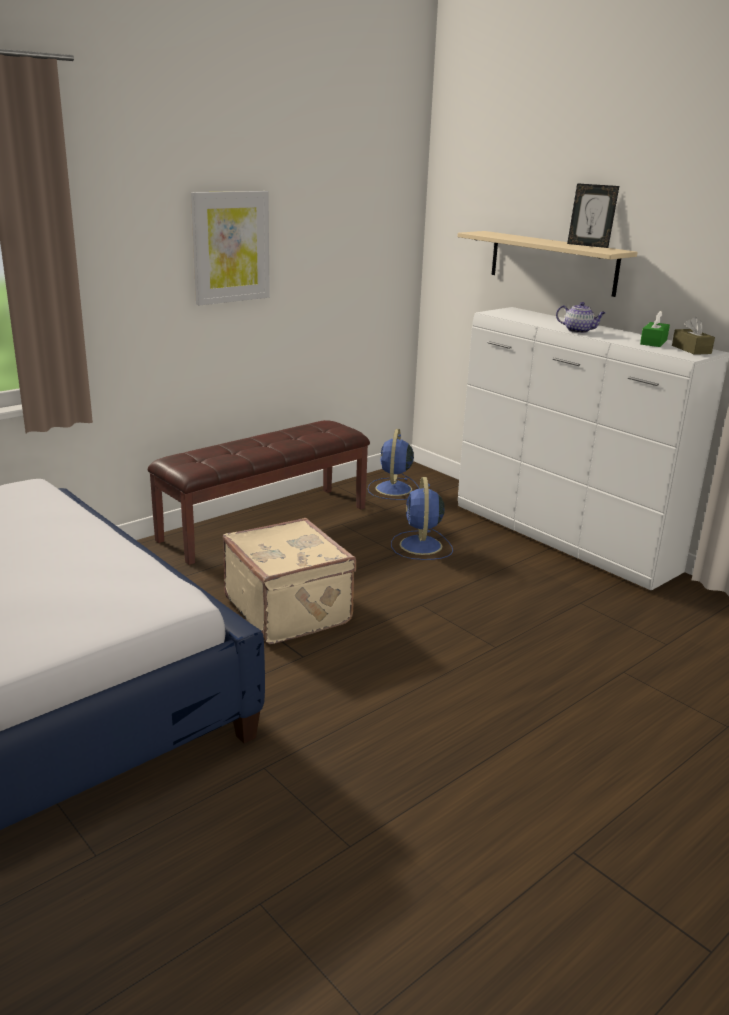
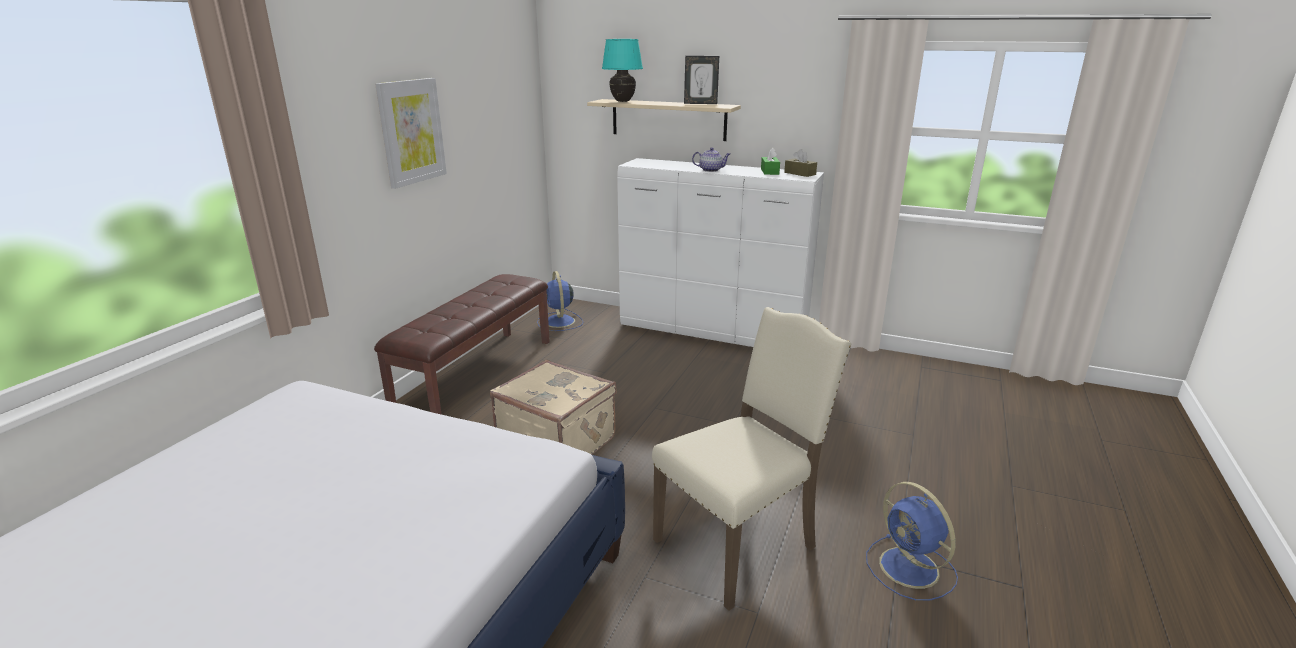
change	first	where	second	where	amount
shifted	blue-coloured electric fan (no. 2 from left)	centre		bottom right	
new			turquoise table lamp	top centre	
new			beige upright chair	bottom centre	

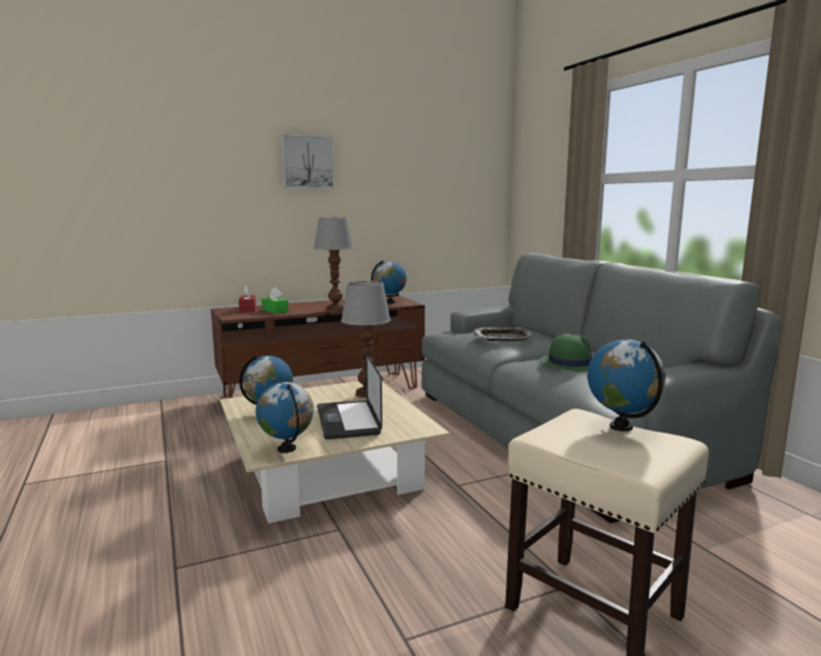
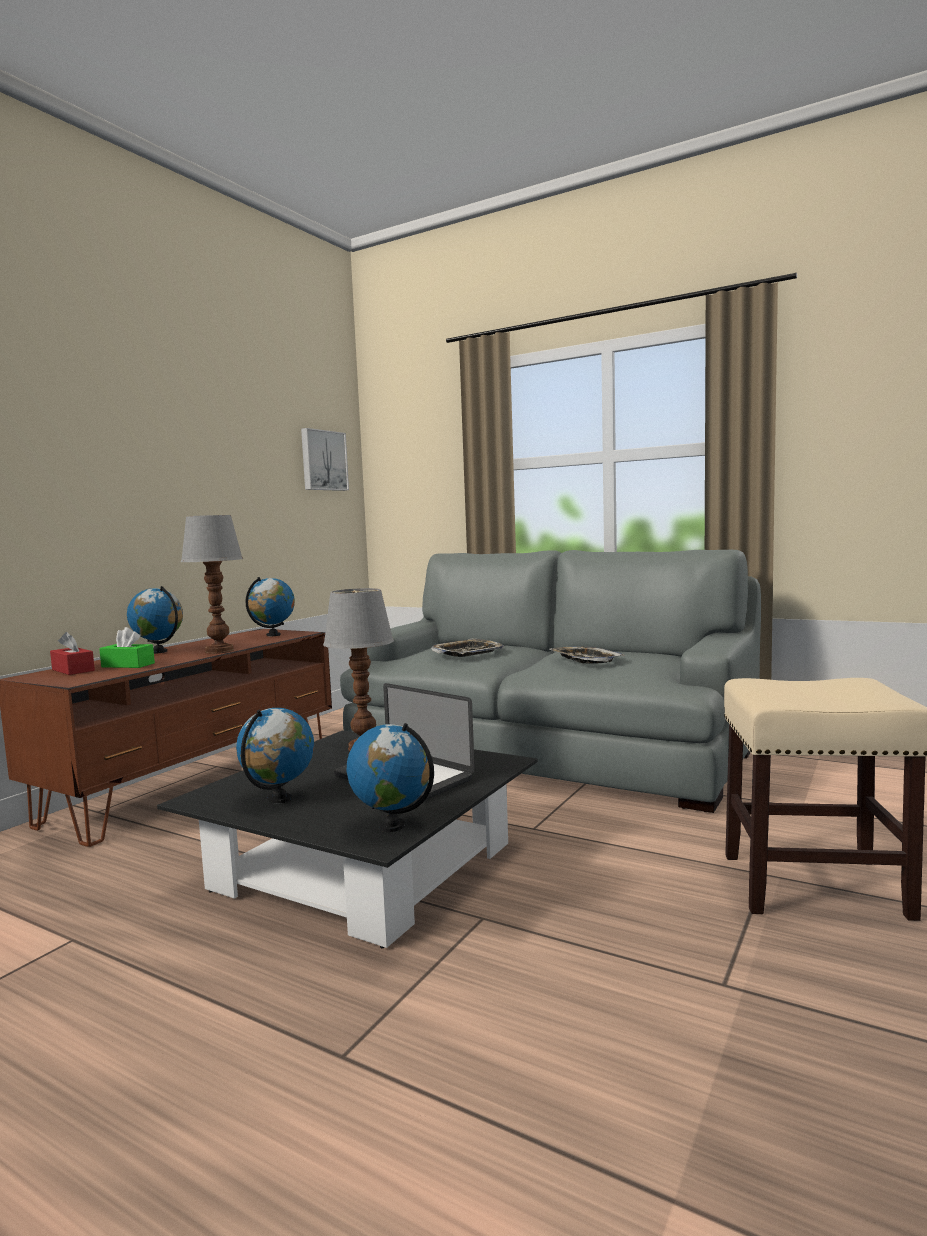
change	first	where	second	where	amount
repainted	beige lounge table	bottom centre	black-coloured lounge table	bottom centre	
shifted	wall picture	top centre		centre	
swapped	green clothing hat	middle right	tray (no. 2 from left)	centre	
shifted	desk globe (no. 4 from left in the first image)	middle right	desk globe (no. 1 from left)	middle left	

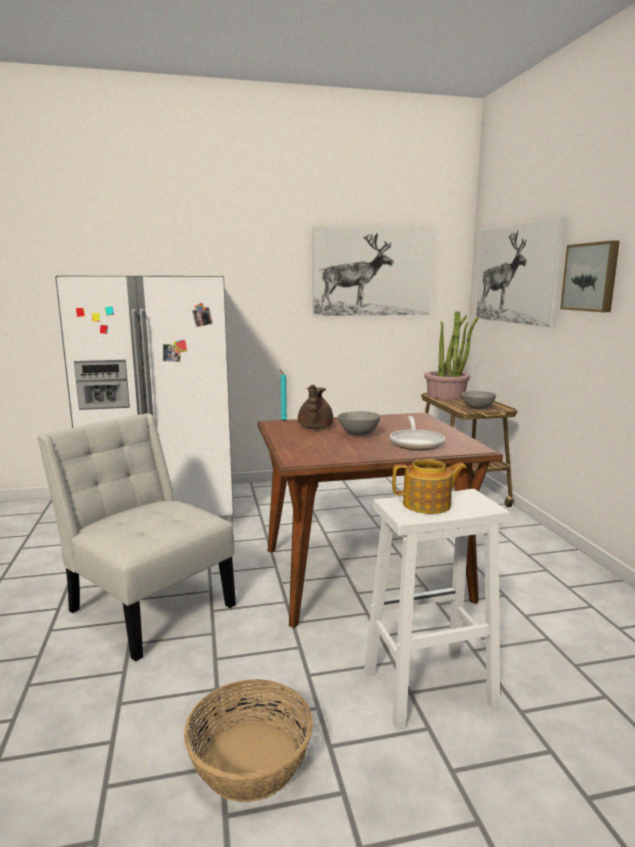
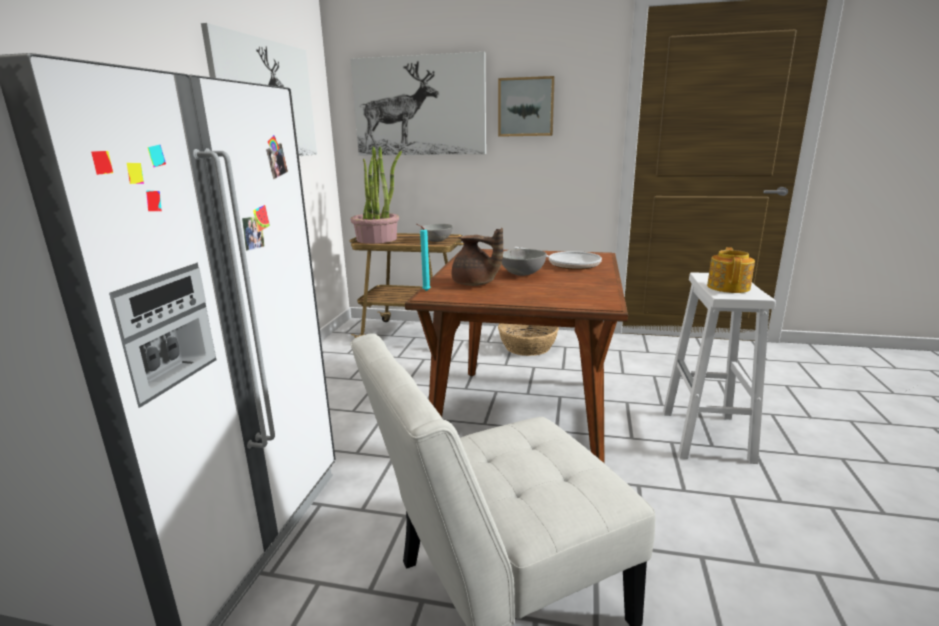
change	first	where	second	where	amount
shifted	household basket	bottom centre		centre	

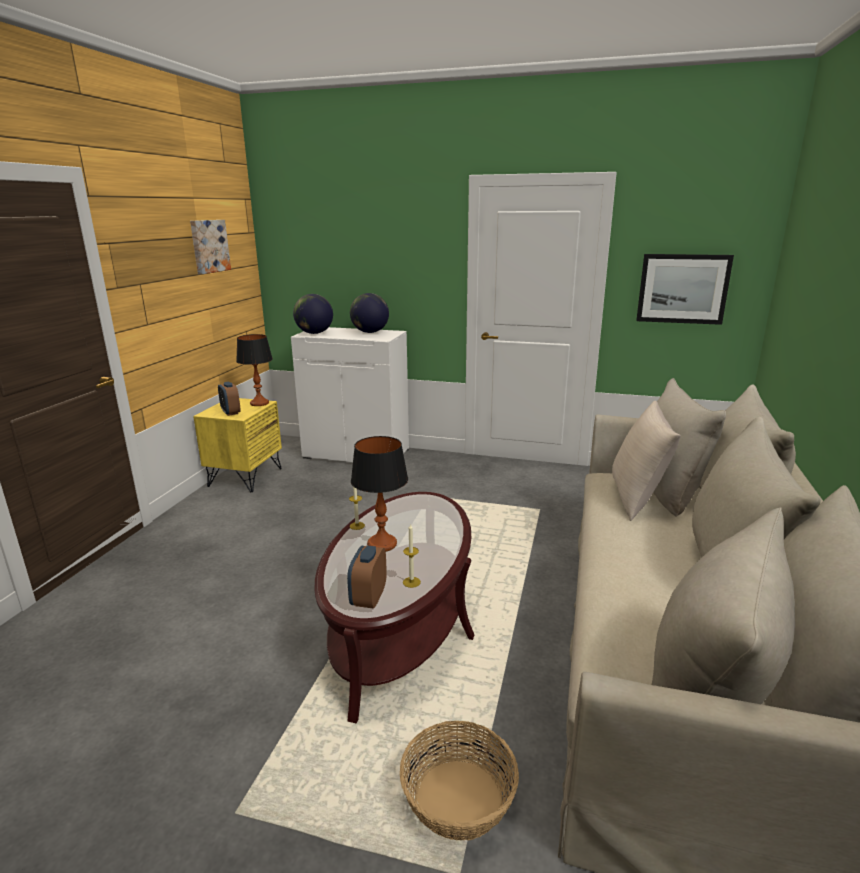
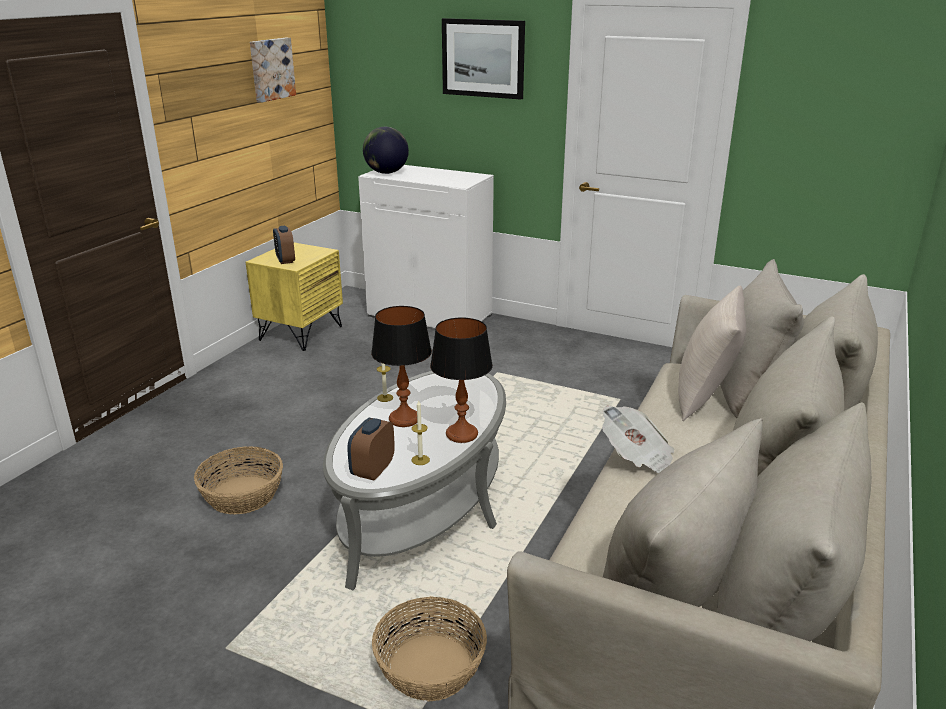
change	first	where	second	where	amount
shifted	table lamp (no. 1 from left in the first image)	middle left	table lamp (no. 2 from left)	centre	
repainted	brownish lounge table	bottom centre	grey lounge table	bottom centre	
gone	desk globe (no. 2 from left)	centre			
shifted	wall picture (no. 2 from left)	top right		top centre	
new			household basket (no. 1 from left)	bottom left	
new			printed paper	middle right	

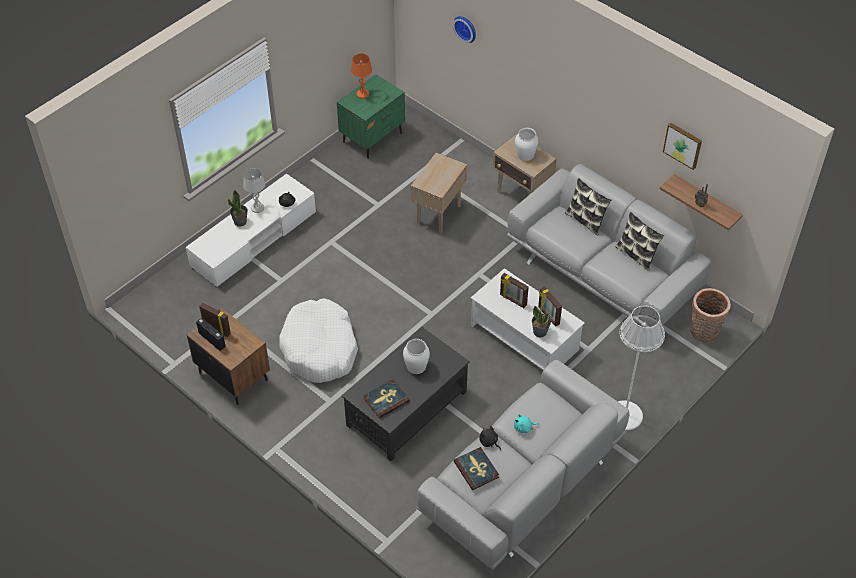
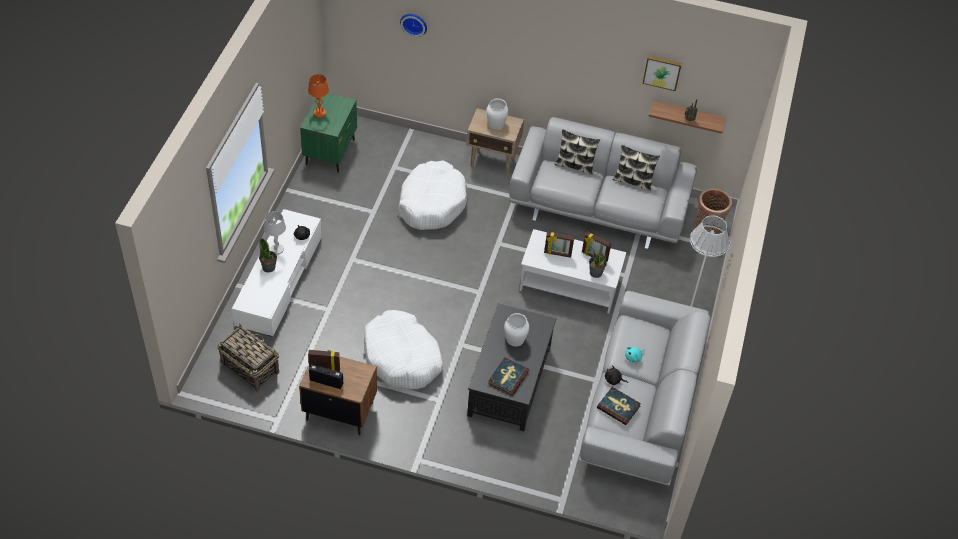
change	first	where	second	where	amount
swapped	beige end table (no. 1 from left)	top centre	whitish dog bed (no. 2 from left)	centre	
new			household basket (no. 1 from left)	middle left	

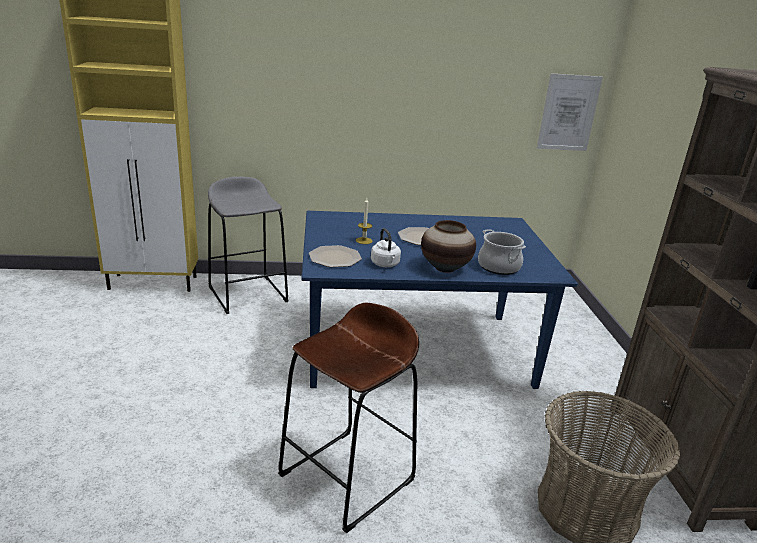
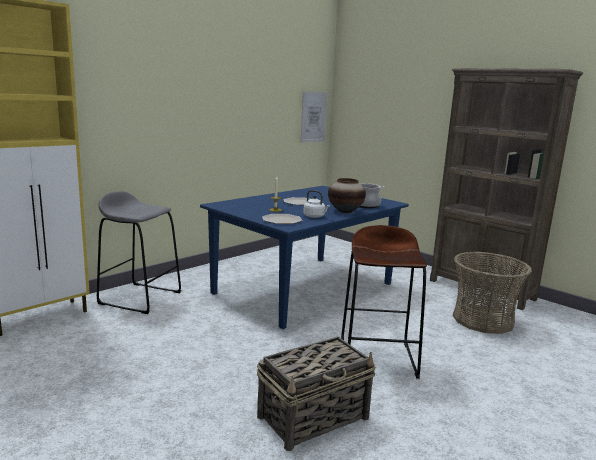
change	first	where	second	where	amount
new			household basket (no. 1 from left)	bottom centre	

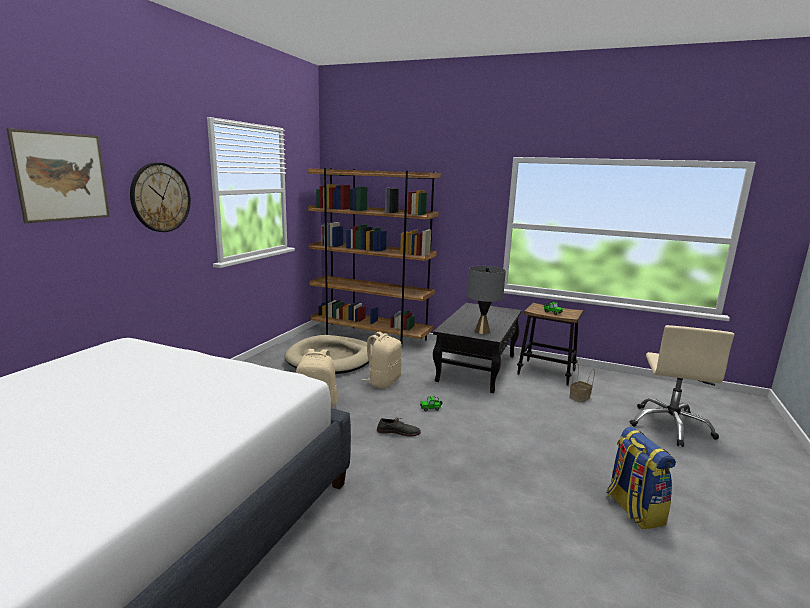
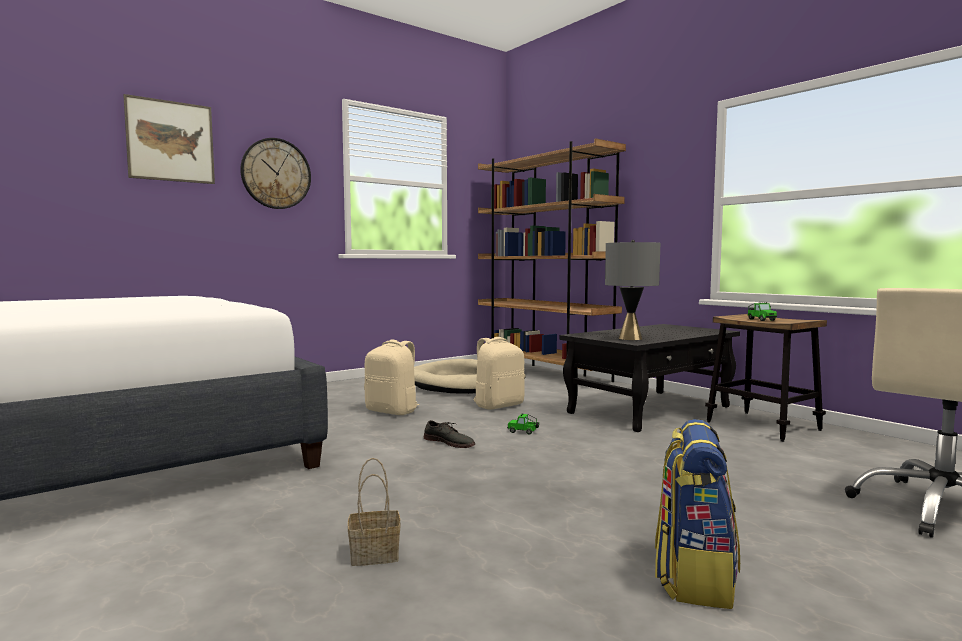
change	first	where	second	where	amount
shifted	household basket	middle right		bottom centre	

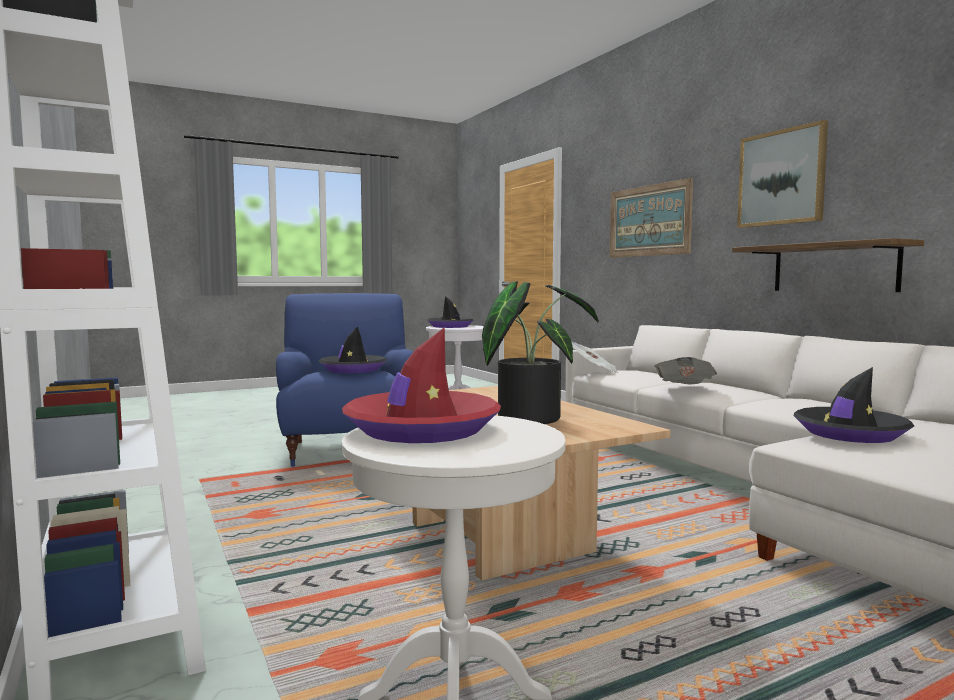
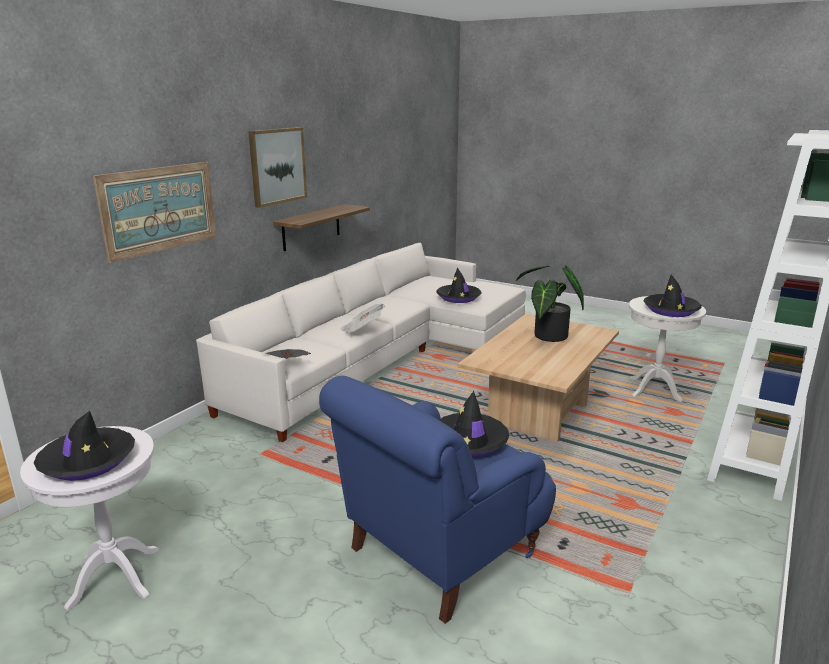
change	first	where	second	where	amount
repainted	reddish clothing hat	centre	black-coloured clothing hat (no. 4 from left)	middle right	

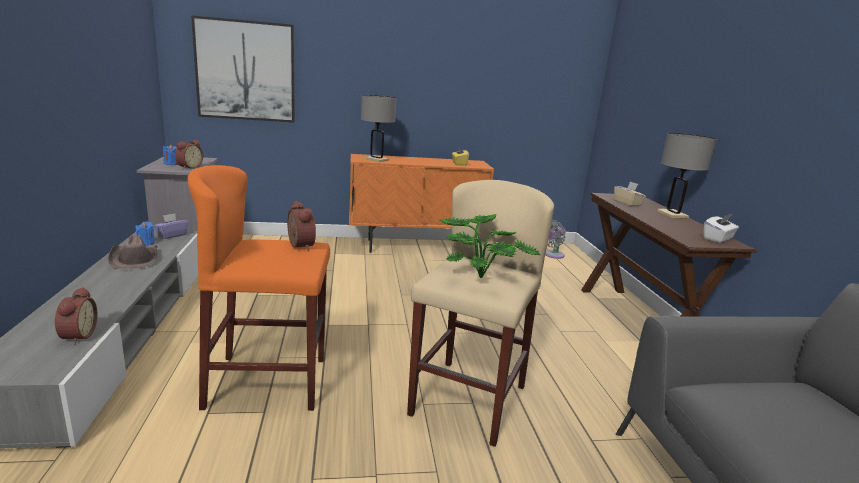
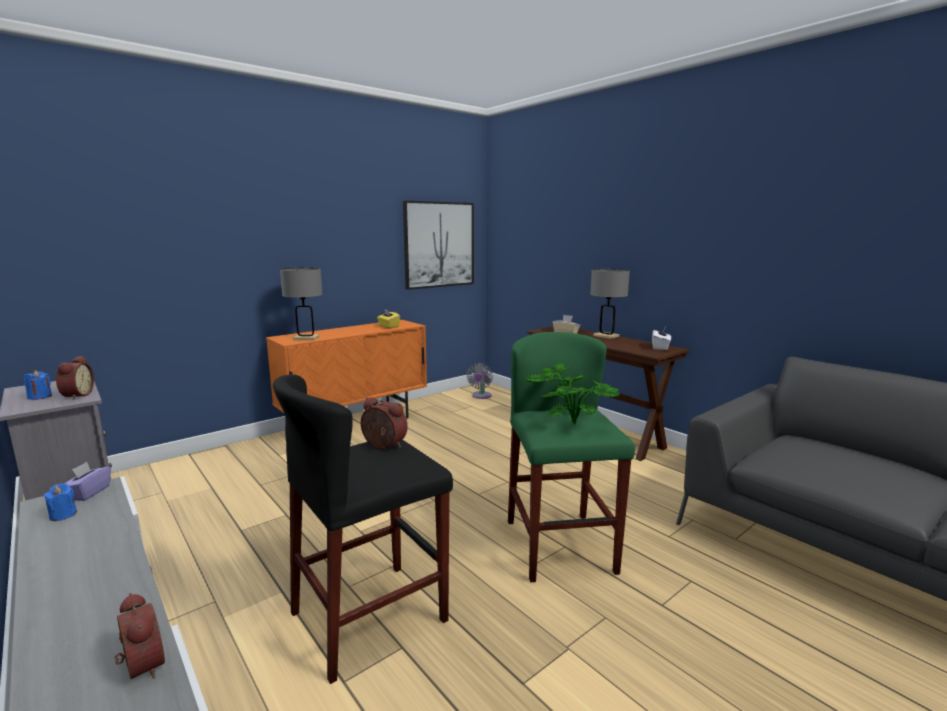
change	first	where	second	where	amount
gone	brownish clothing hat	middle left			
repainted	orange-coloured stool	middle left	black-coloured stool	bottom centre	
shifted	wall picture	top left		centre	
repainted	beige stool	centre	green stool	centre	

